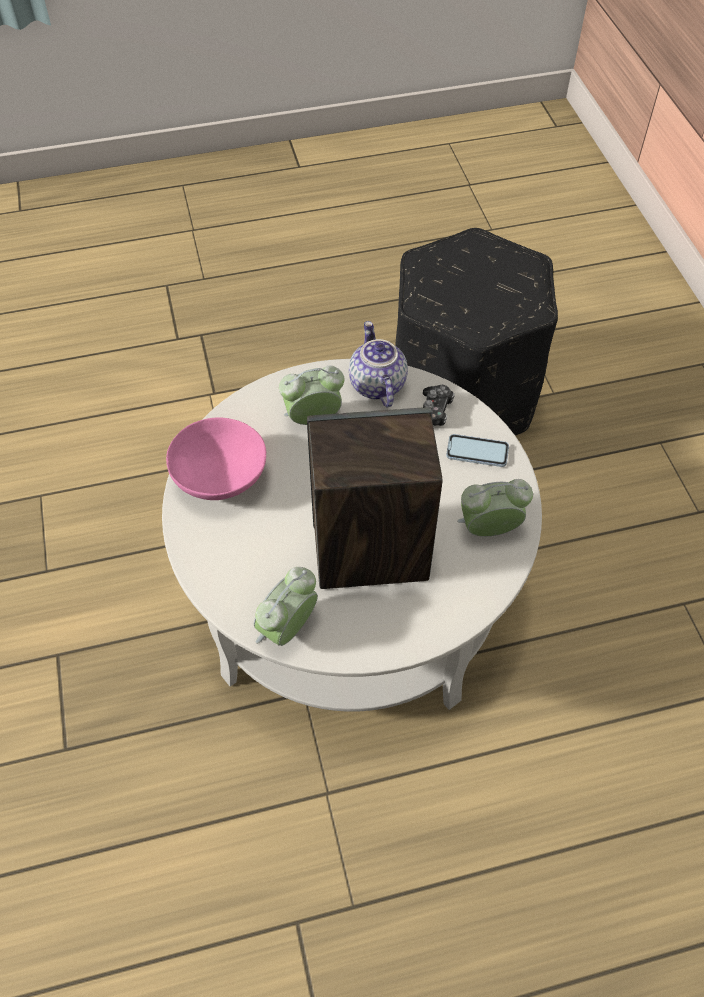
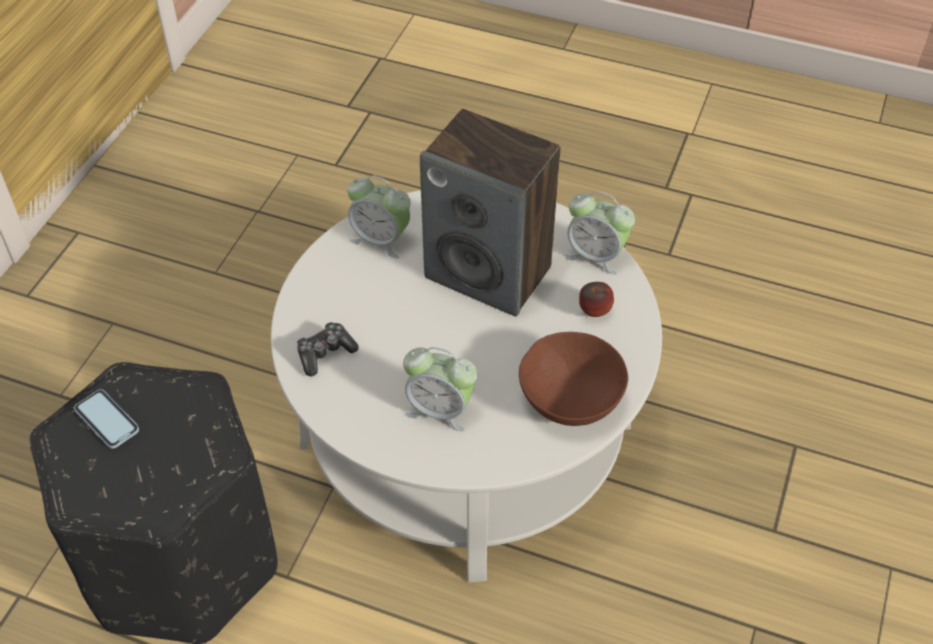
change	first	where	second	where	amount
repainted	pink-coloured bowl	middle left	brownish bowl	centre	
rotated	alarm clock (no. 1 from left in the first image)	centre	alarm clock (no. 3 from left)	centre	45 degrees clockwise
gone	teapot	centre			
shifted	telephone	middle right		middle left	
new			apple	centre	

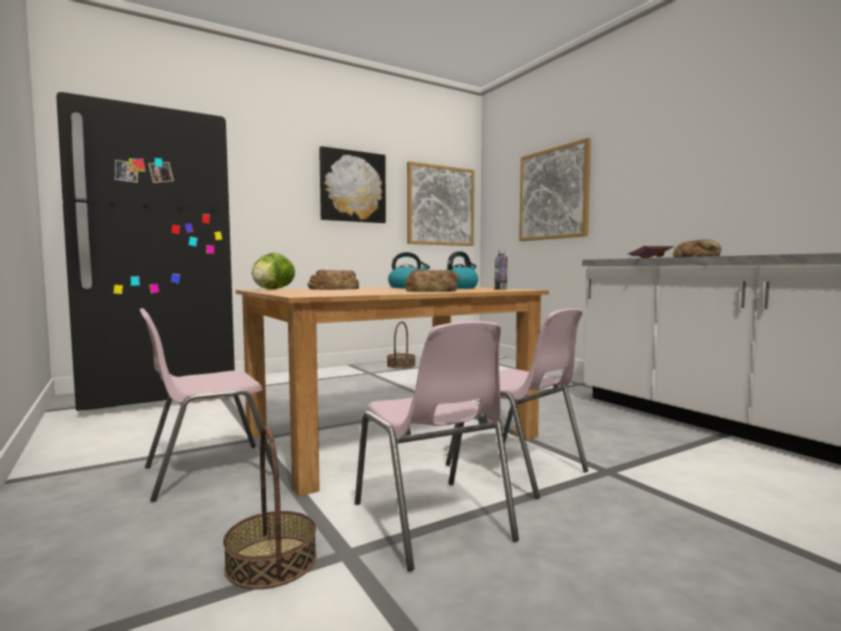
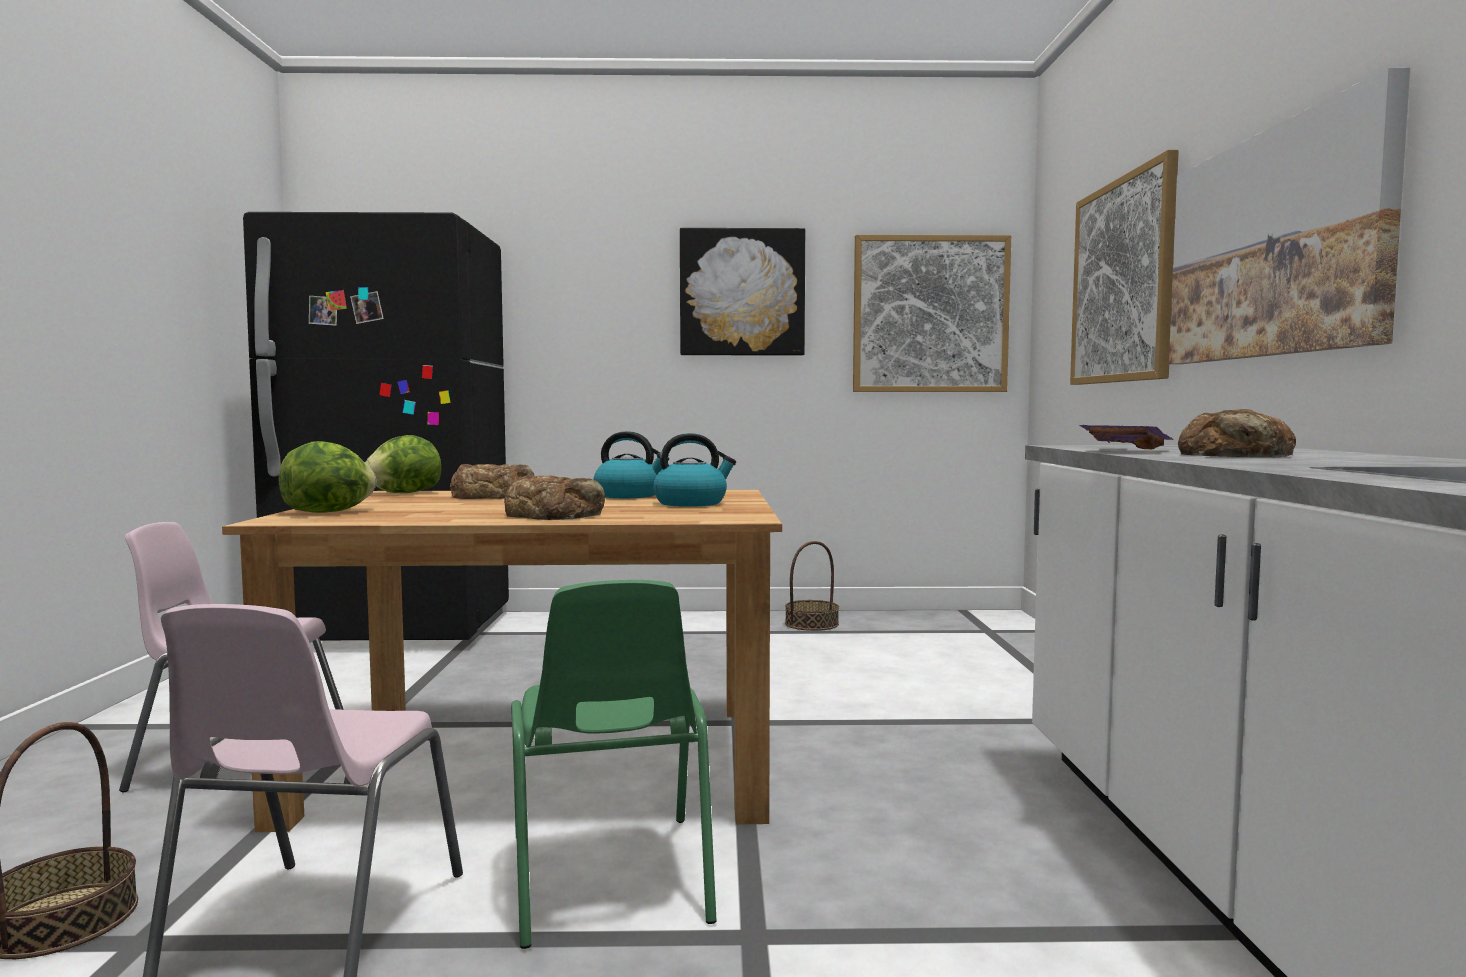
change	first	where	second	where	amount
repainted	pink-coloured upright chair (no. 3 from left)	centre	green upright chair	bottom centre	
gone	bottle	centre			
new			lettuce head (no. 1 from left)	middle left	
new			wall picture (no. 4 from left)	top right	

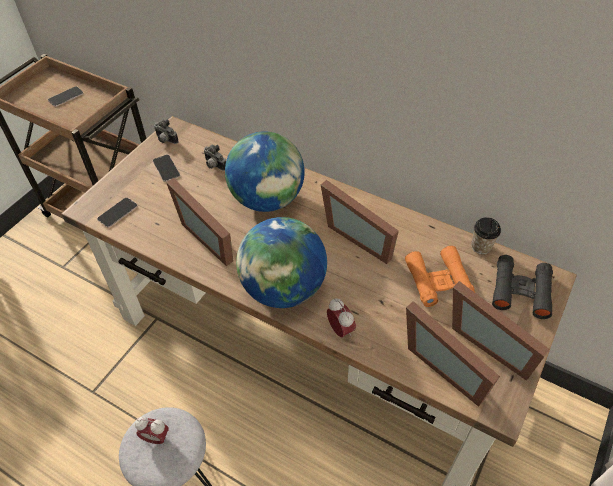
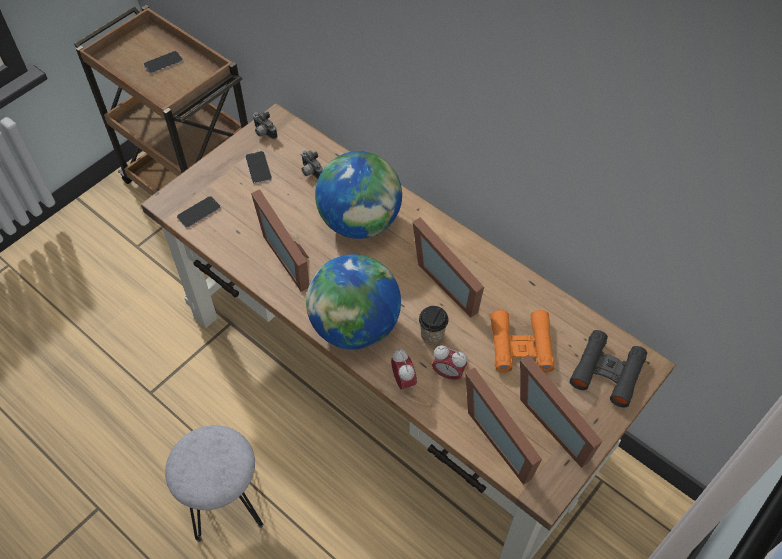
change	first	where	second	where	amount
shifted	alarm clock (no. 1 from left in the first image)	bottom left	alarm clock (no. 2 from left)	centre	
shifted	small cup	middle right		centre	

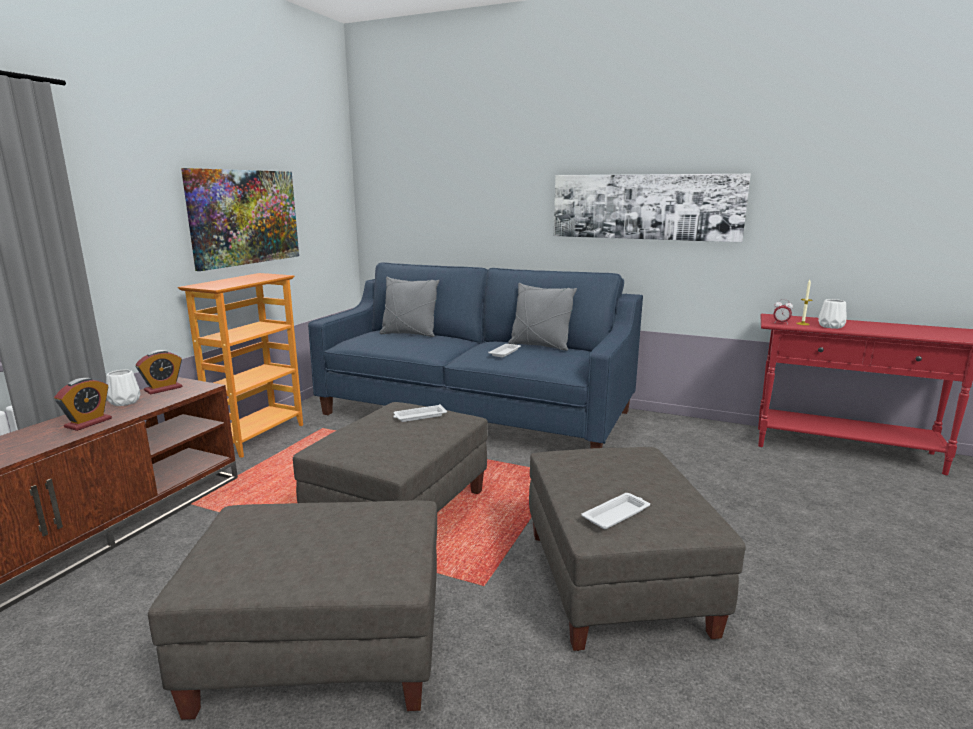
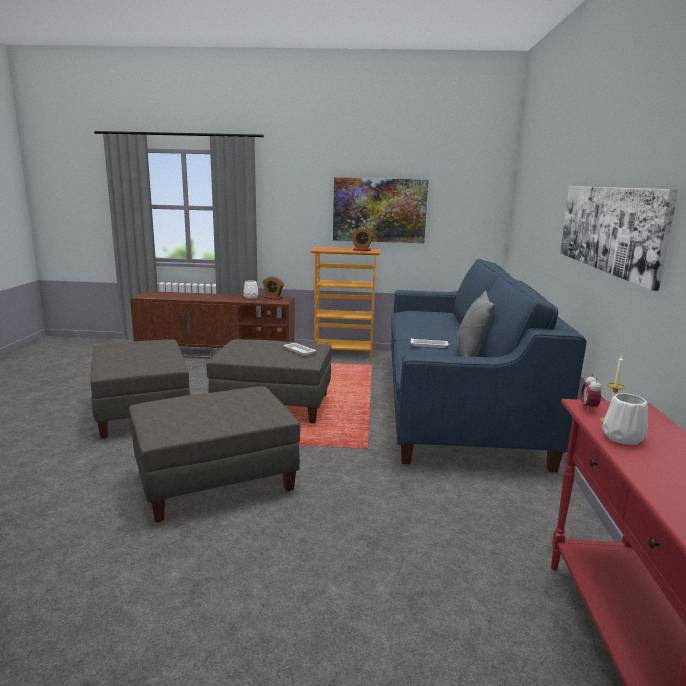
change	first	where	second	where	amount
shifted	alarm clock (no. 1 from left in the first image)	middle left	alarm clock (no. 2 from left)	centre	
gone	grey pillow (no. 1 from left)	centre			
gone	whitish tray (no. 3 from left)	bottom centre			

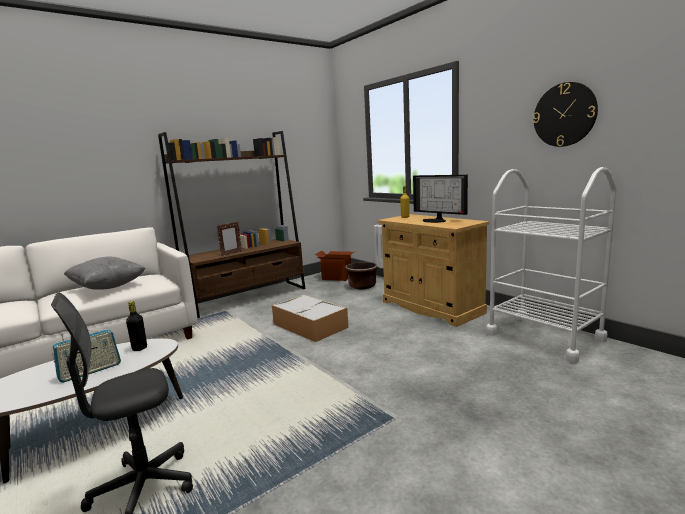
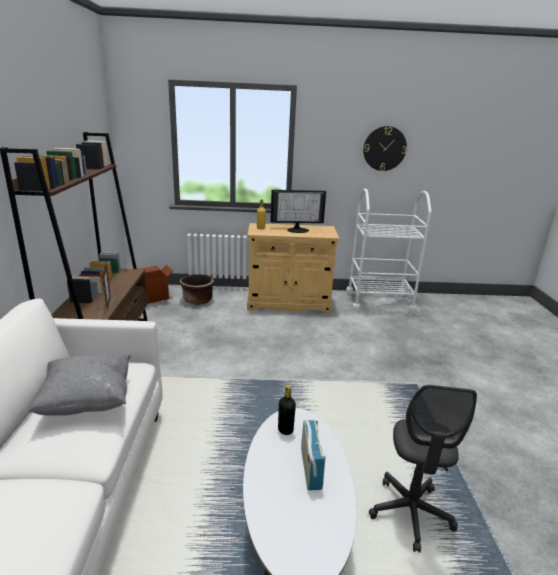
change	first	where	second	where	amount
gone	storage container	centre			

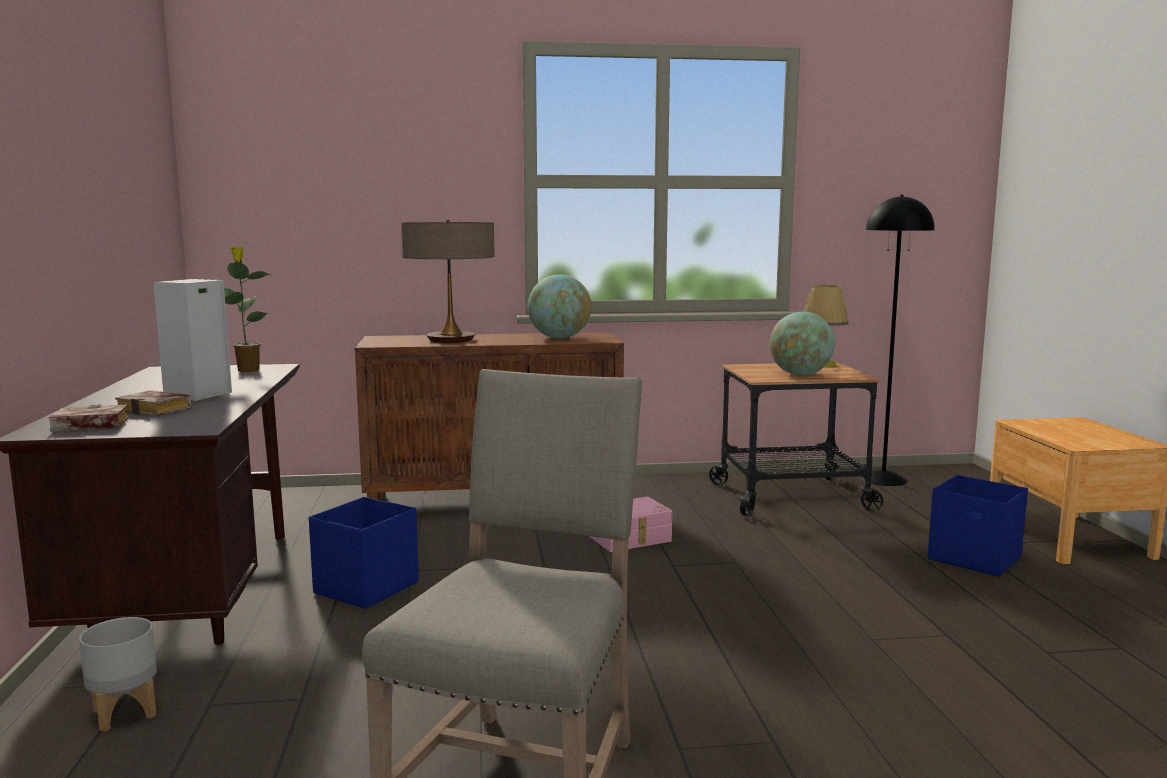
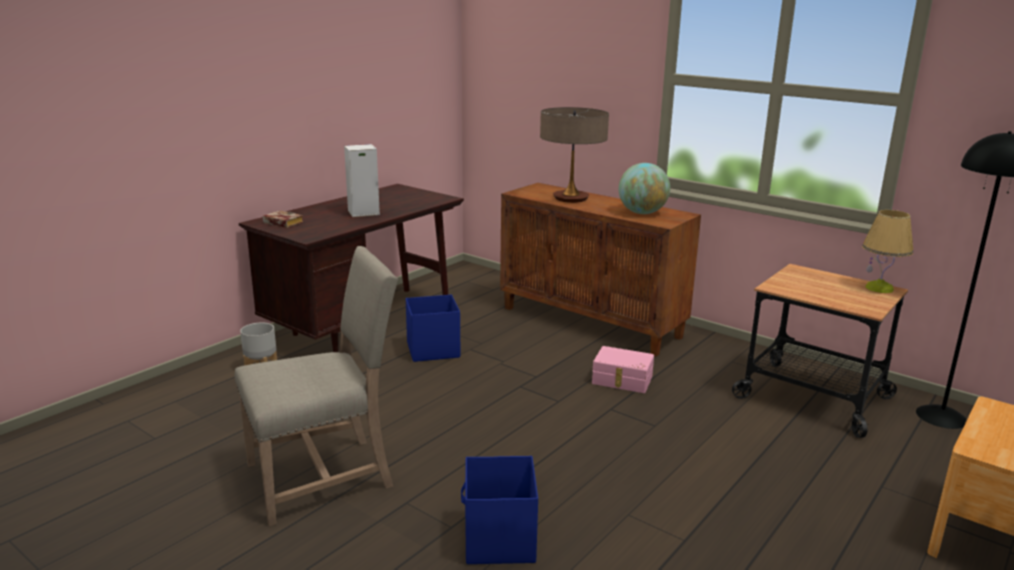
change	first	where	second	where	amount
gone	book (no. 2 from left)	middle left			
gone	potted plant	middle left			
gone	desk globe (no. 2 from left)	middle right			
shifted	blue-coloured storage container (no. 2 from left)	bottom right		bottom centre	

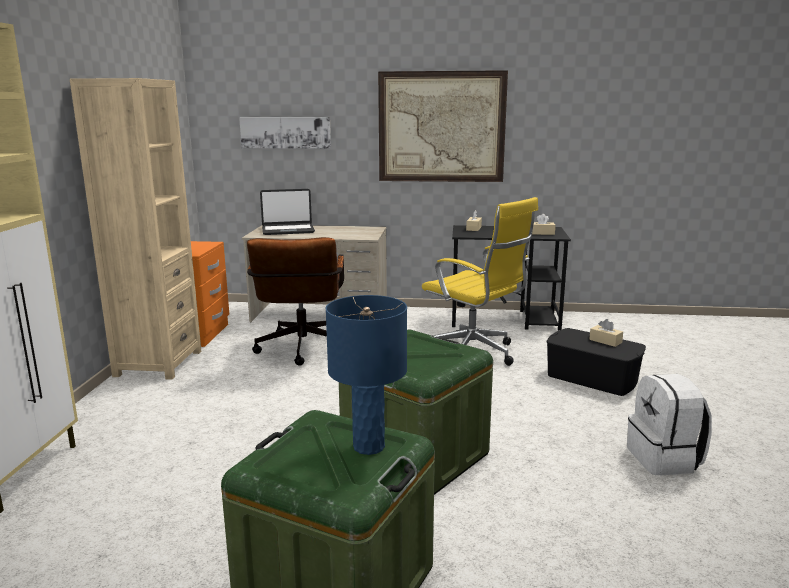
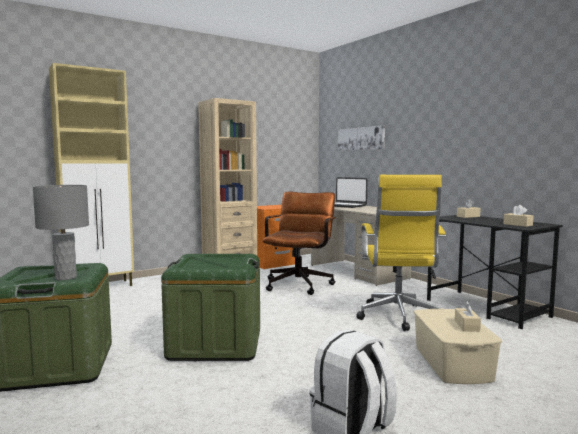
change	first	where	second	where	amount
rotated	brownish office chair	centre		centre	150 degrees clockwise
repainted	blue-coloured table lamp	centre	grey table lamp	middle left	
gone	wall picture (no. 2 from left)	top centre			
repainted	black-coloured storage container	middle right	beige storage container	bottom right	

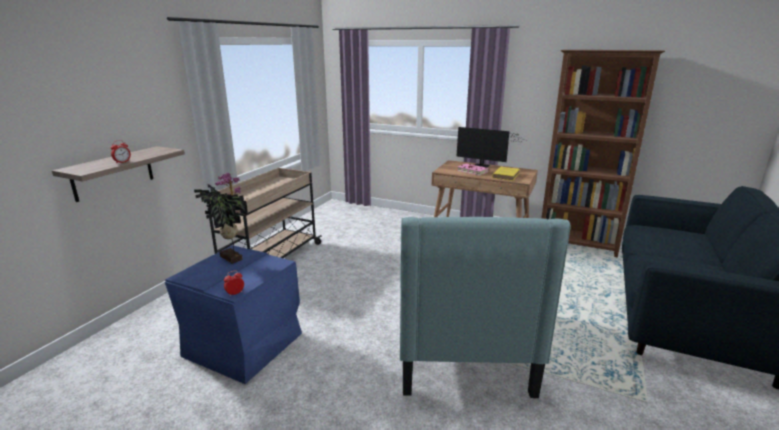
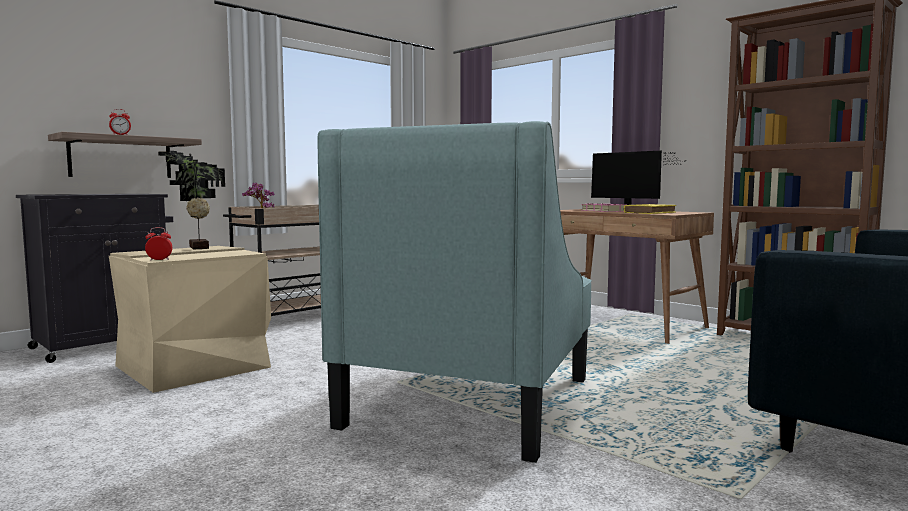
change	first	where	second	where	amount
repainted	blue-coloured storage container	bottom left	beige storage container	middle left	
new			black-coloured cabinet	middle left	

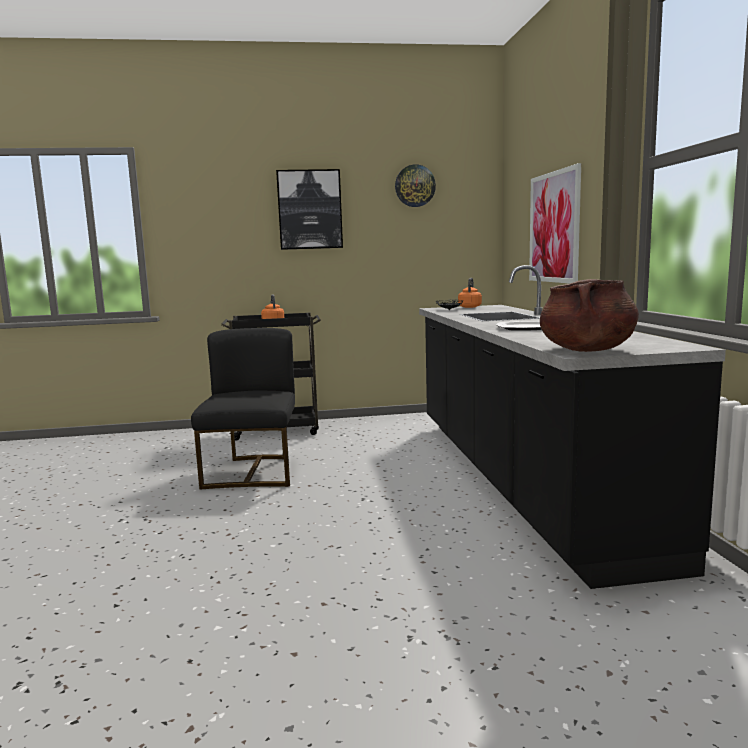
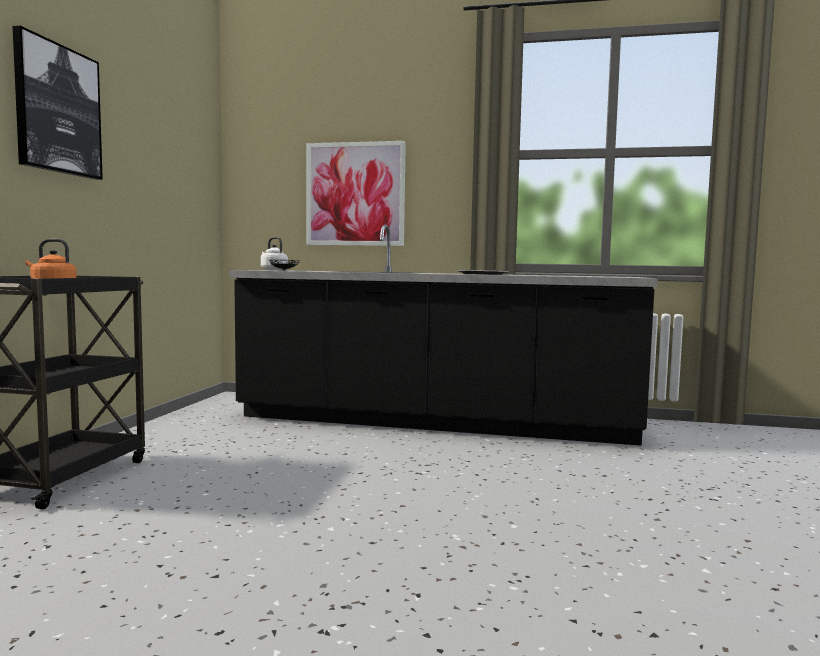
change	first	where	second	where	amount
gone	black-coloured upright chair	middle left			
gone	hanging clock	top centre			
repainted	orange-coloured tea kettle (no. 2 from left)	centre	whitish tea kettle	centre	
gone	brownish stockpot	middle right			

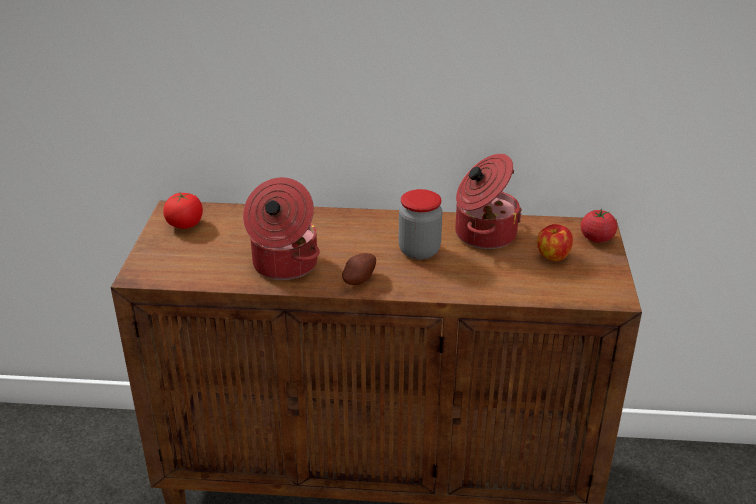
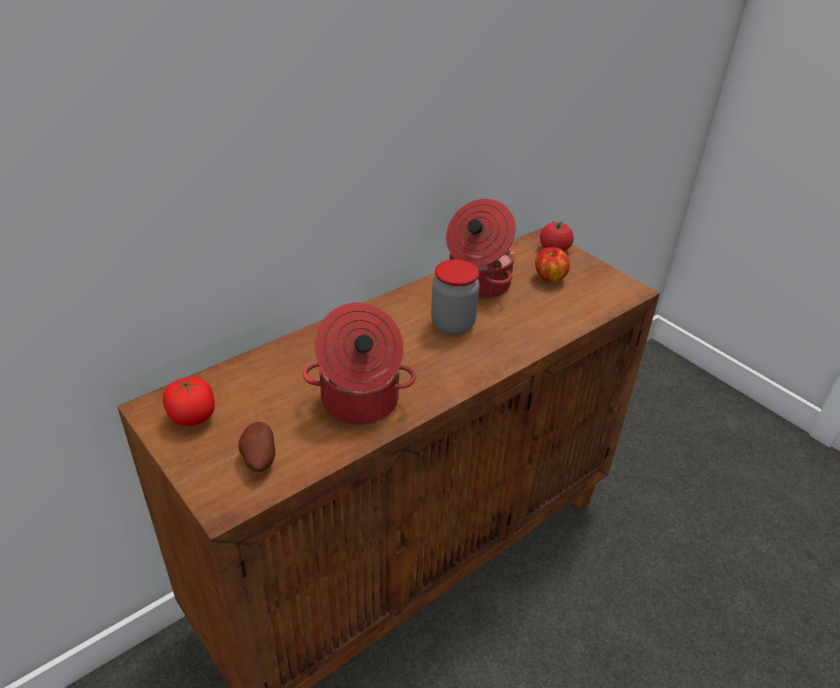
change	first	where	second	where	amount
shifted	potato	centre		middle left	

